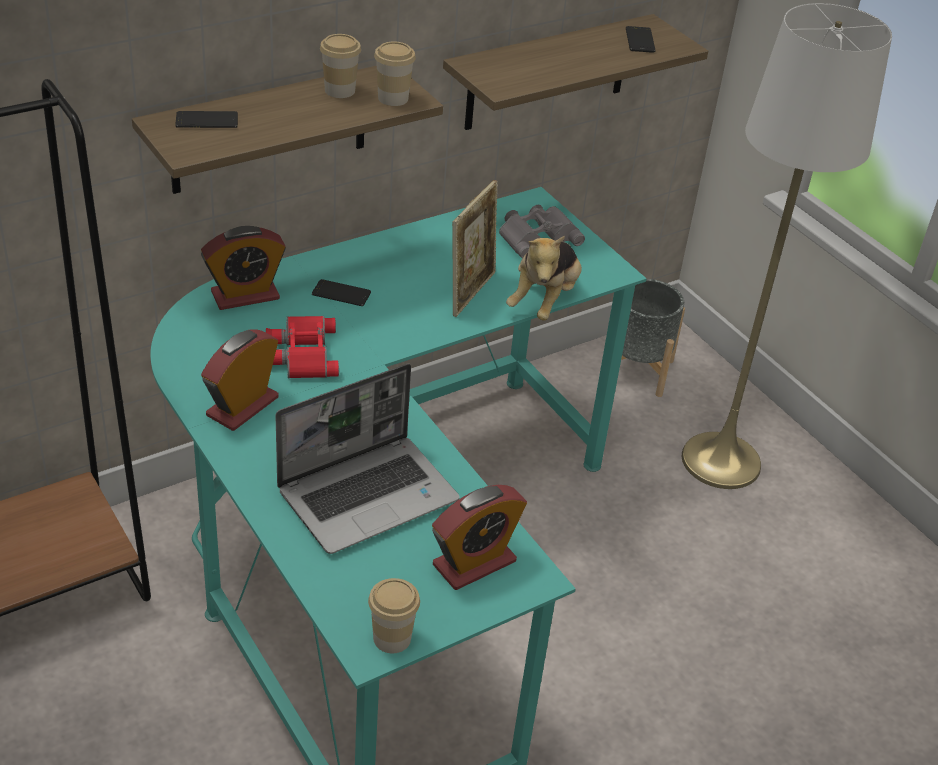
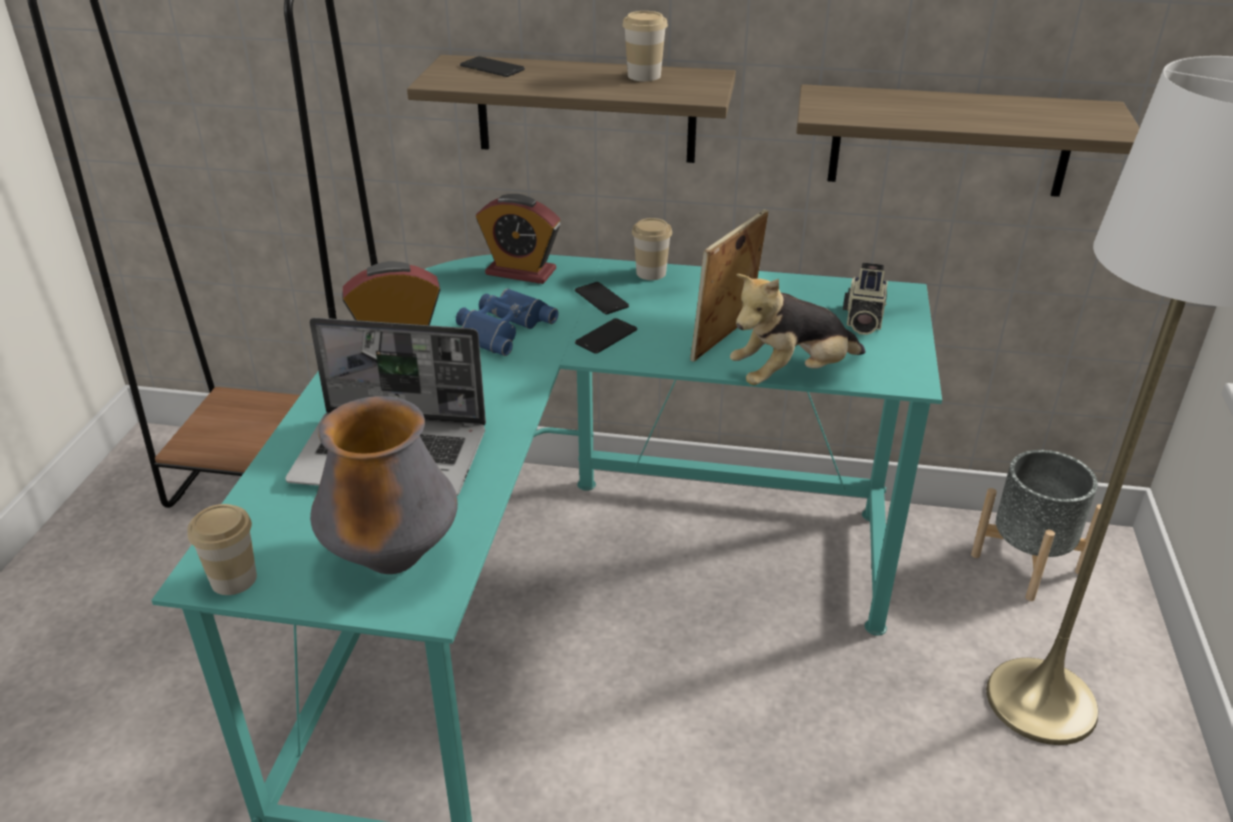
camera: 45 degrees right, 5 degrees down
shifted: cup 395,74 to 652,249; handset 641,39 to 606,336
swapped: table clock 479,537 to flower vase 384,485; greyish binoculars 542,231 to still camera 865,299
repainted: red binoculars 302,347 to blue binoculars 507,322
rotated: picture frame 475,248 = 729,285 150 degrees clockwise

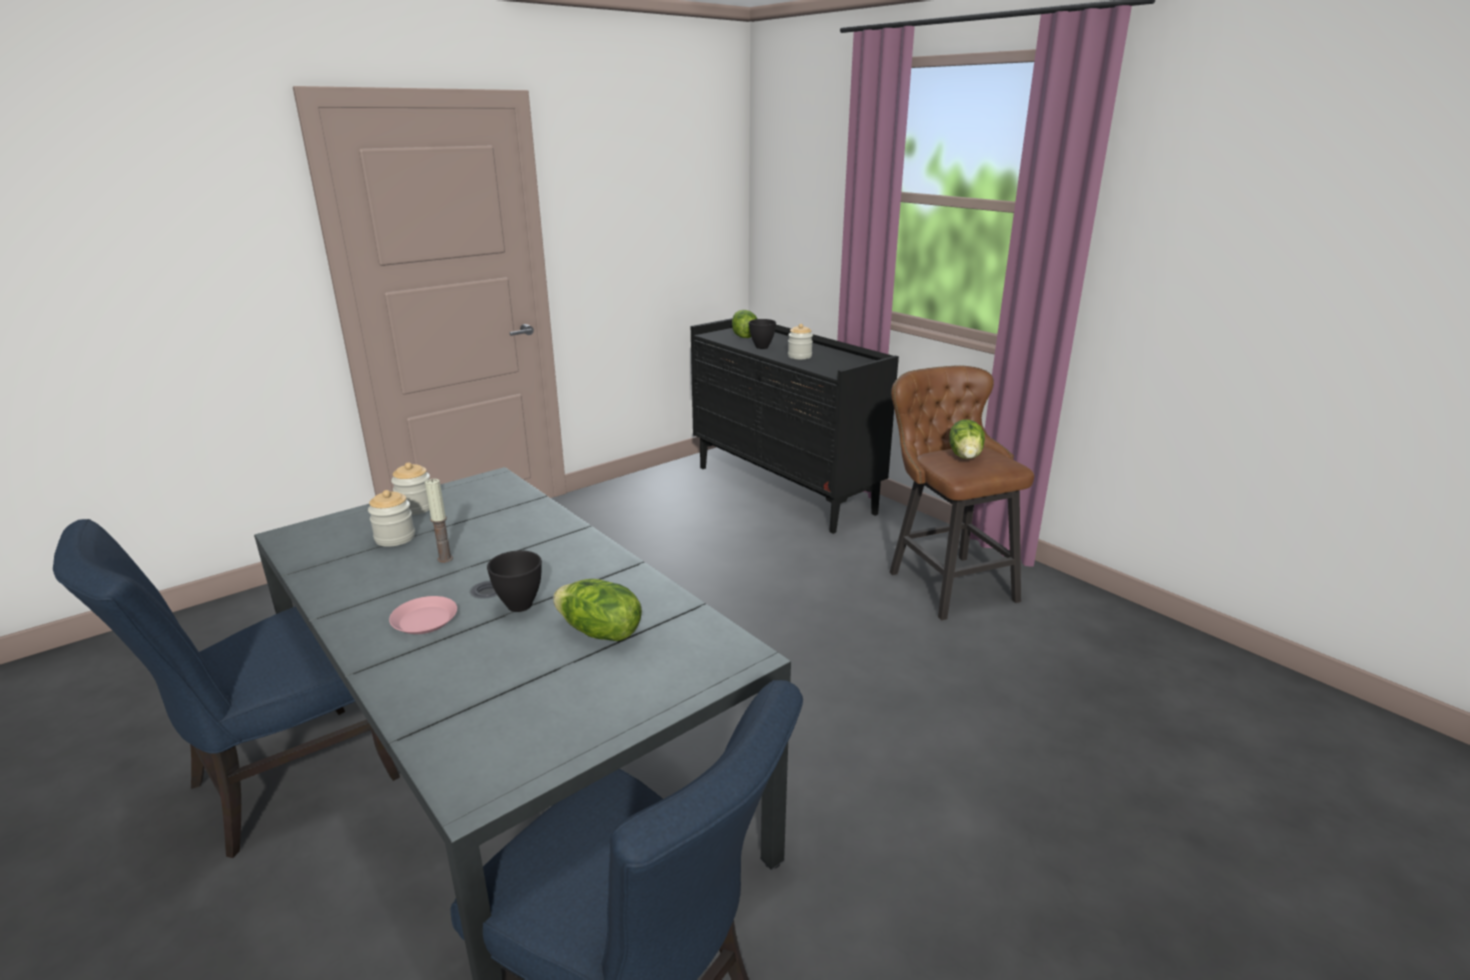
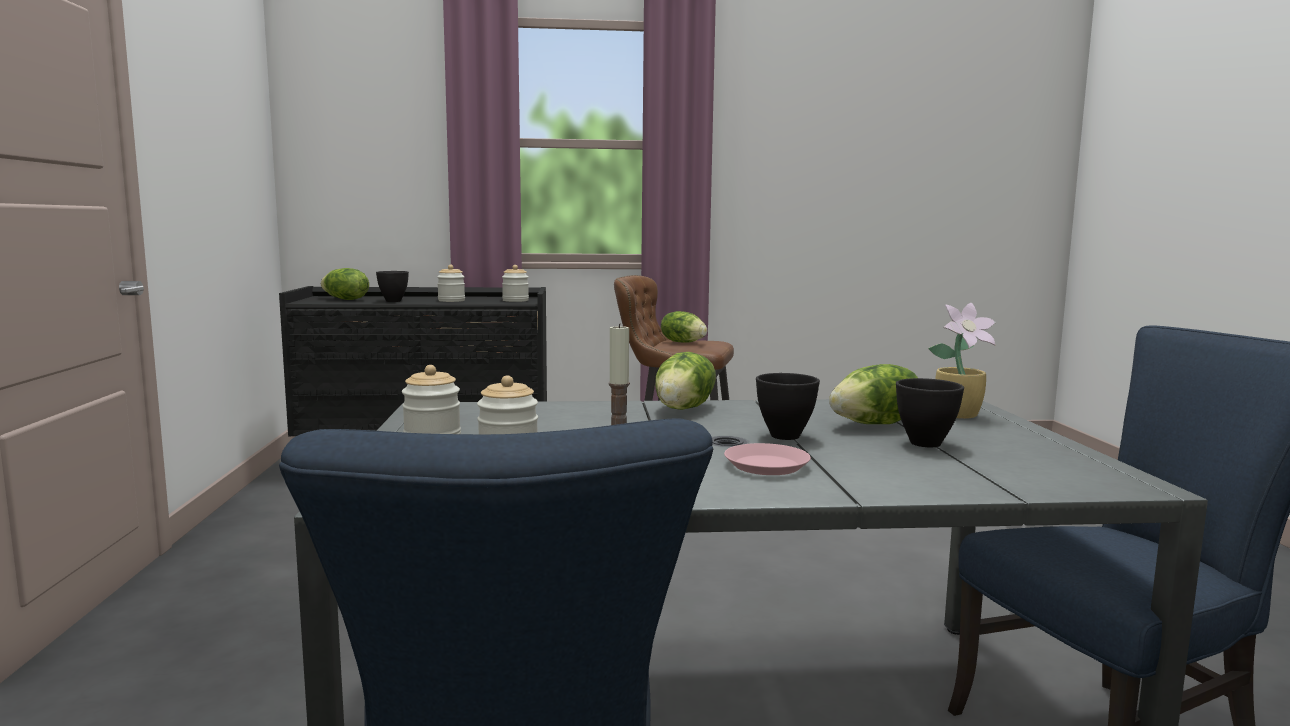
camera: 55 degrees left, 15 degrees down
new: jar 515,283; lettuce 685,381; black deep dish 930,412; plant in a pot 962,361

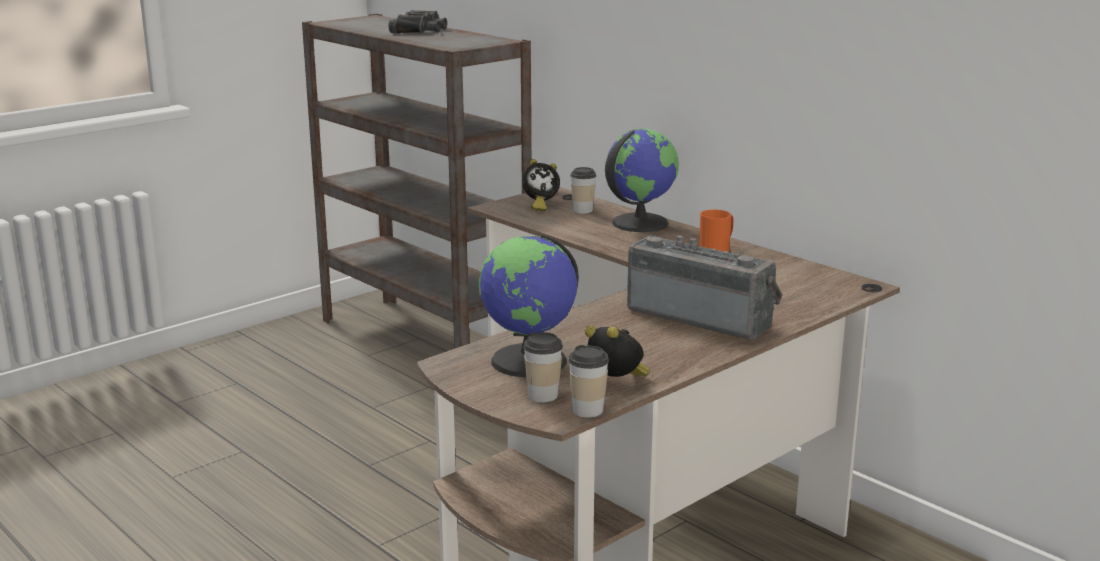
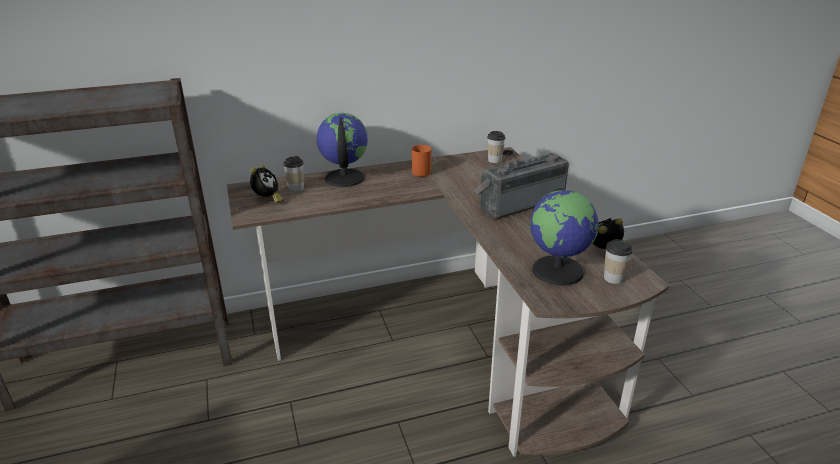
camera: 65 degrees left, 10 degrees up
gone: black binoculars 417,21
shifted: cup 588,381 to 496,147

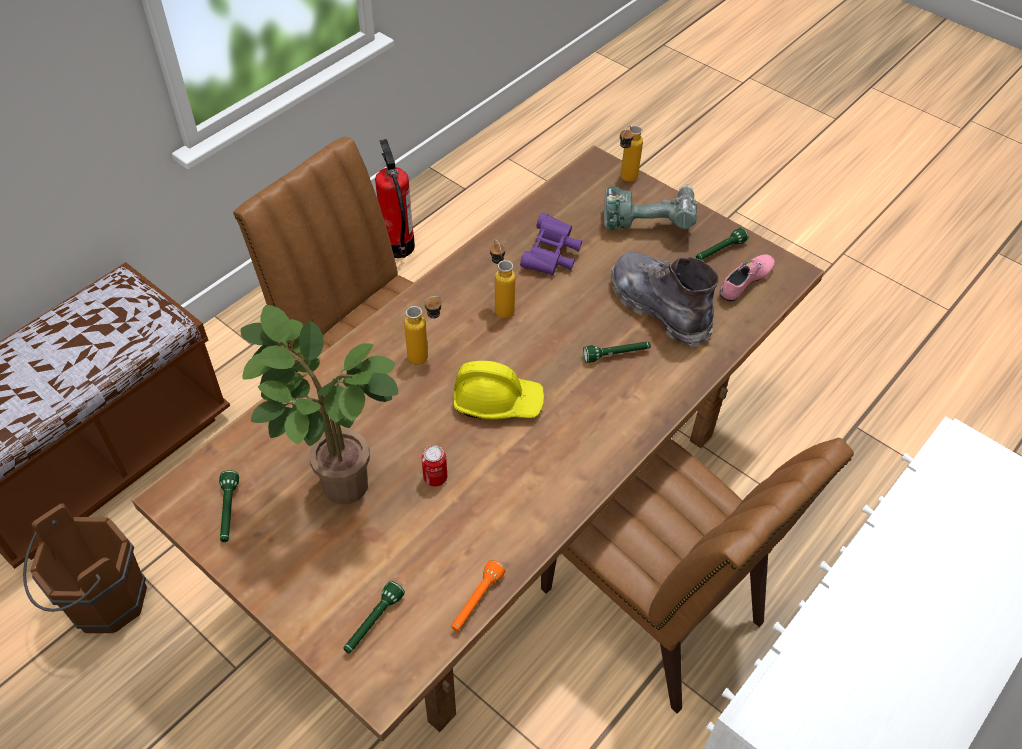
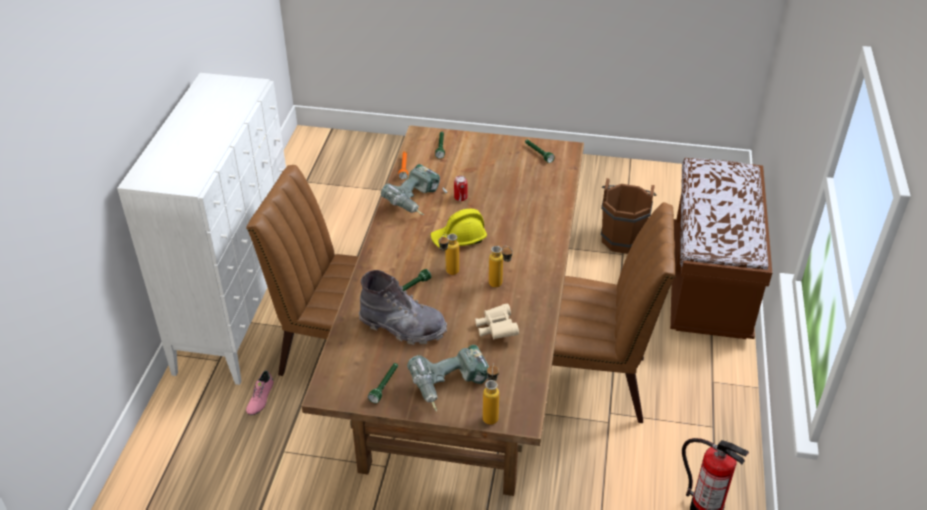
camera: 150 degrees right, 10 degrees down
gone: plant in a pot 319,405
new: drill 414,189
shifted: bottle 423,330 to 448,254; pink low shoe 747,278 to 259,392
repainted: purple-coloured binoculars 551,244 to beige-coloured binoculars 497,321

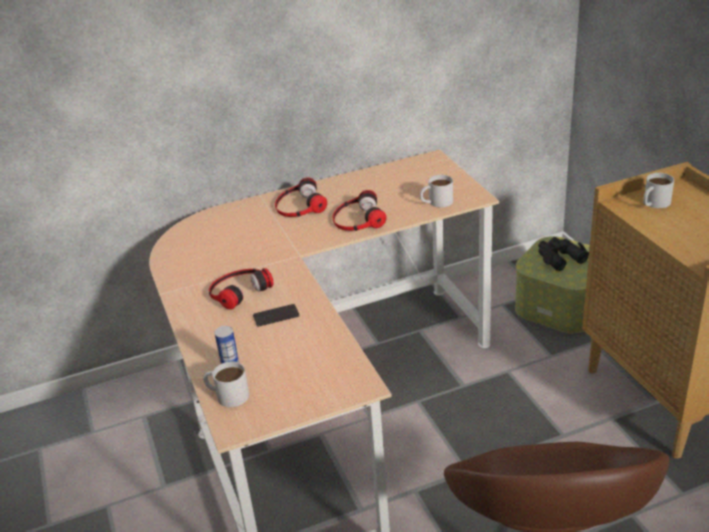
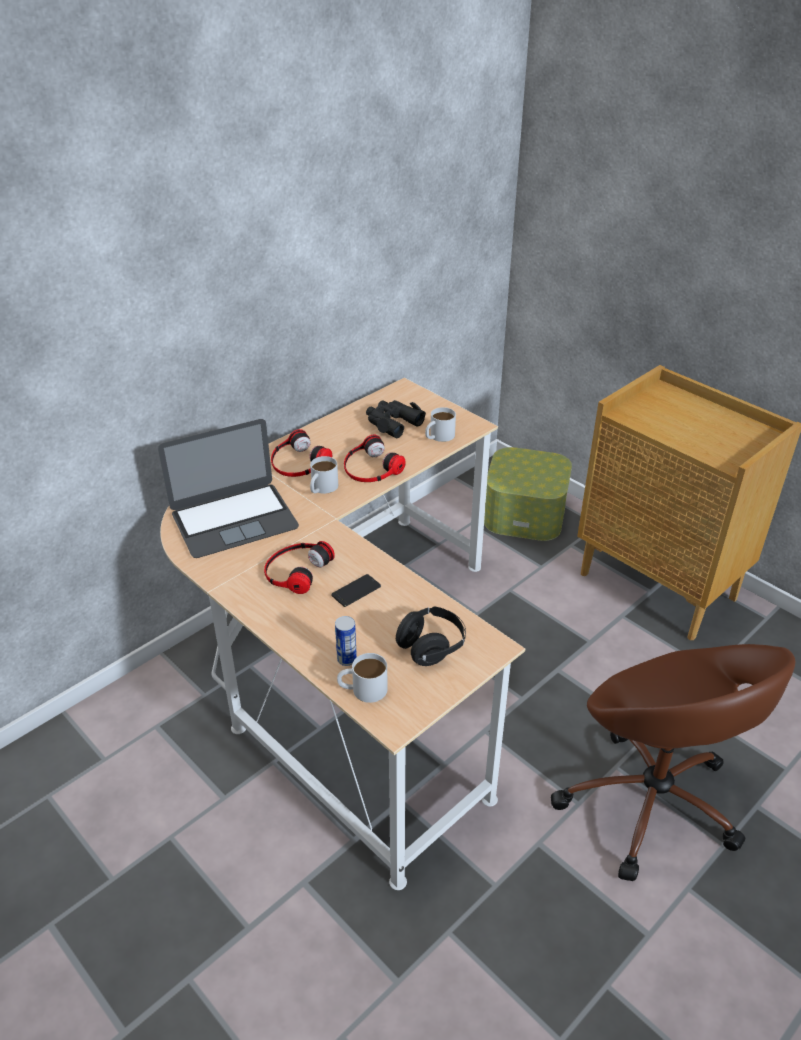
camera: 25 degrees left, 5 degrees up
new: portable computer 228,488; black headphones 431,636
shifted: black binoculars 563,254 to 396,419; white tea mug 658,190 to 324,475

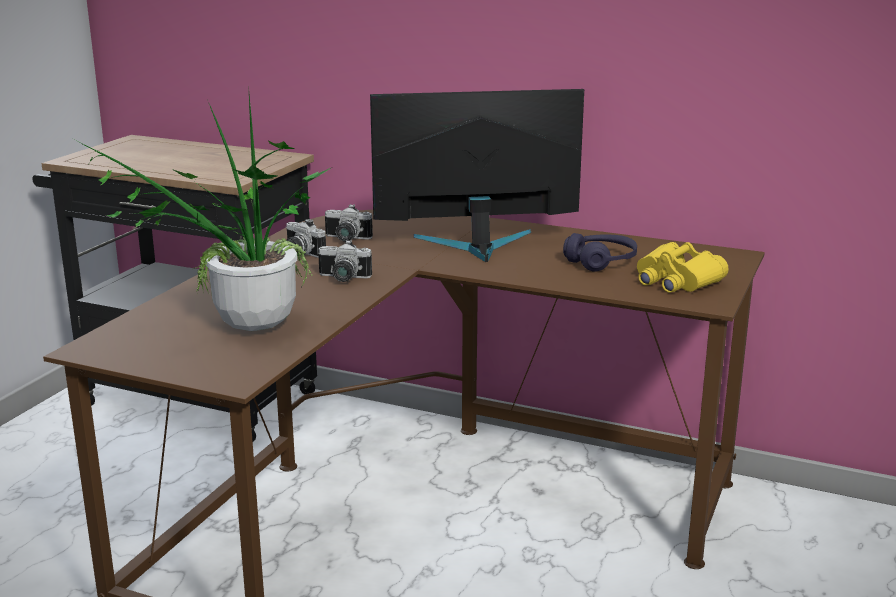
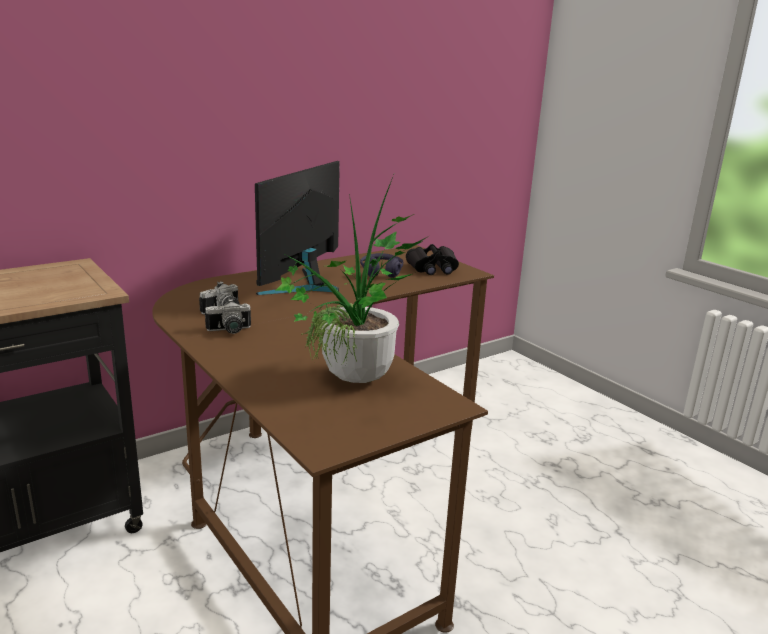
camera: 60 degrees left, 0 degrees up
gone: still camera 345,261
repainted: yellow binoculars 683,267 to black binoculars 432,259

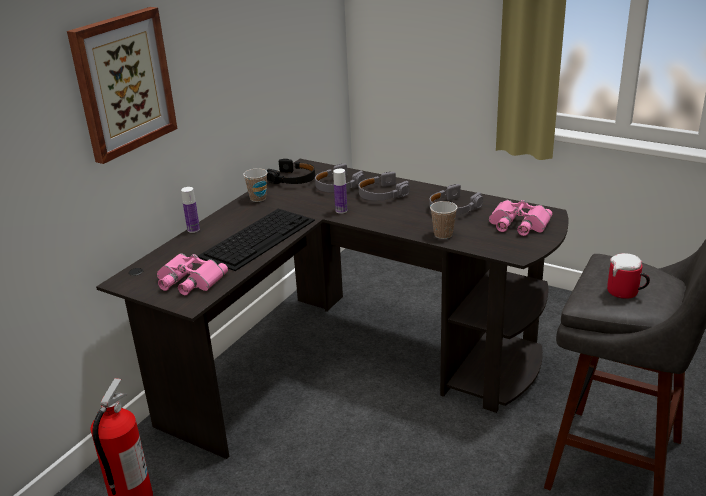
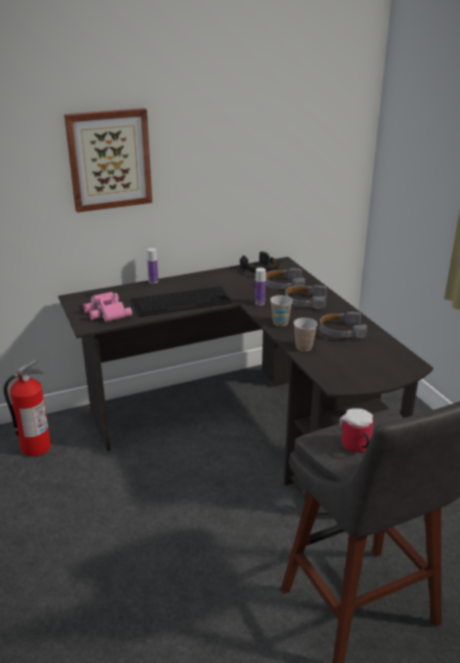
camera: 35 degrees right, 0 degrees up
gone: pink binoculars 520,218
shifted: cup 255,185 to 281,310

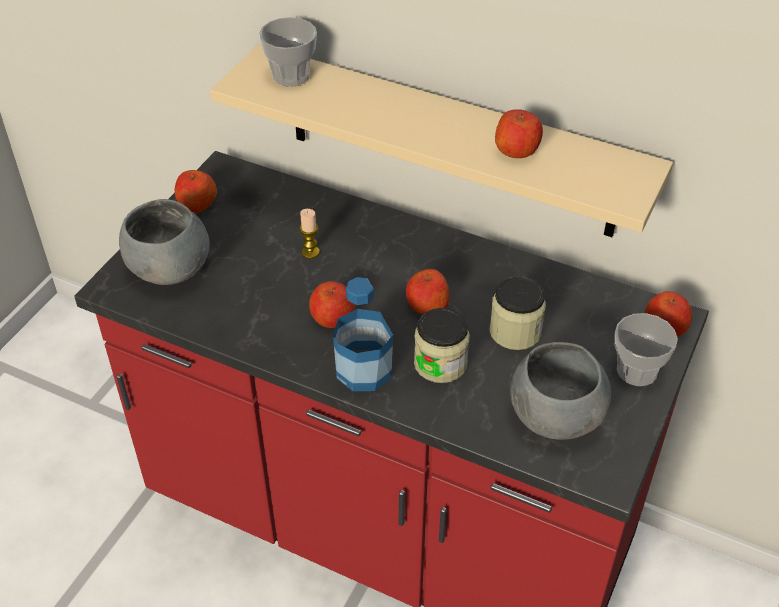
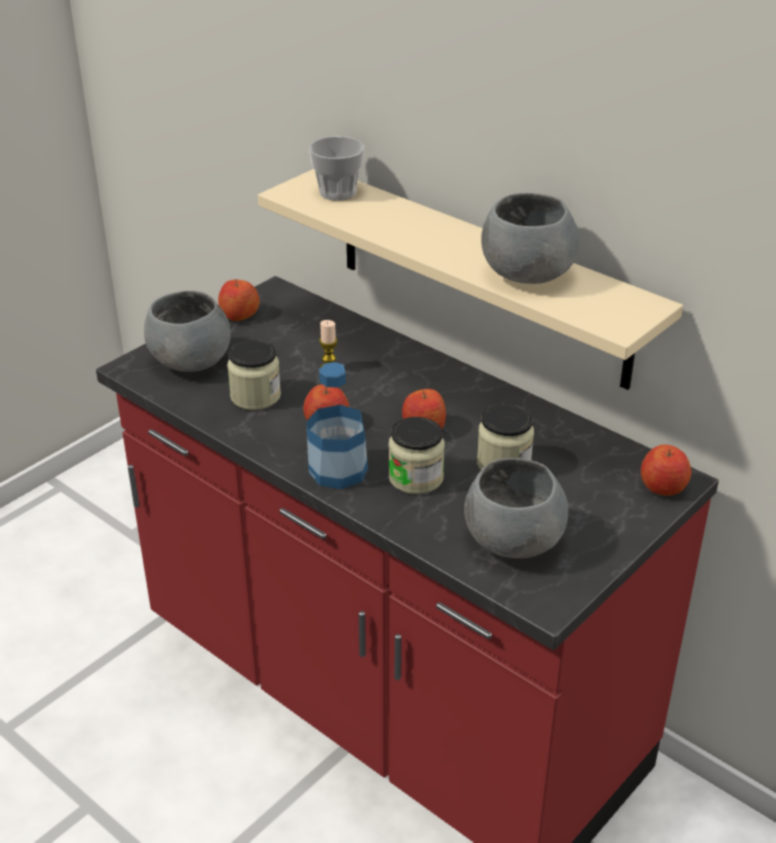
camera: 15 degrees right, 10 degrees down
gone: cup 646,349
new: jar 254,375
swapped: whole apple 519,133 to greyish deep dish 530,238

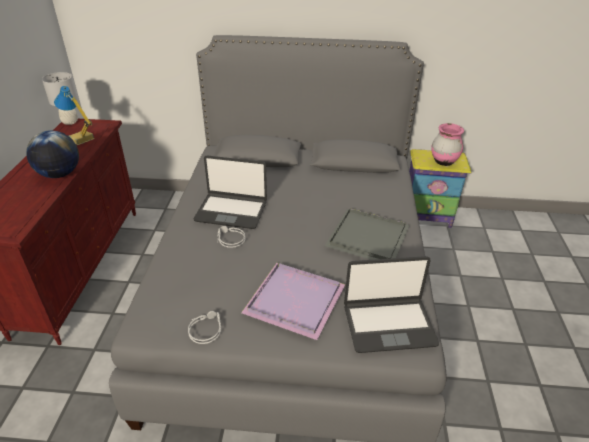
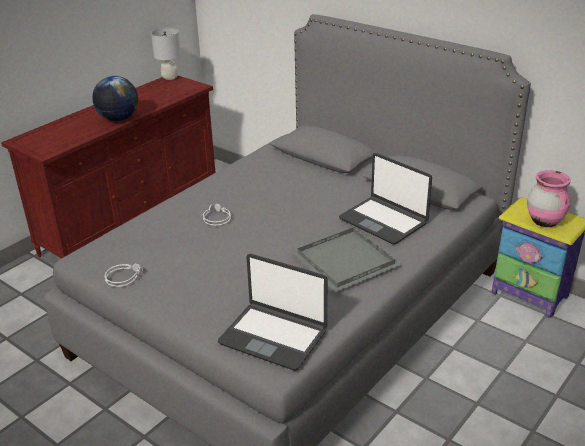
camera: 35 degrees right, 5 degrees down
gone: table lamp 74,115; purple-coloured serving tray 293,301
shifted: portable computer 230,192 to 385,198

